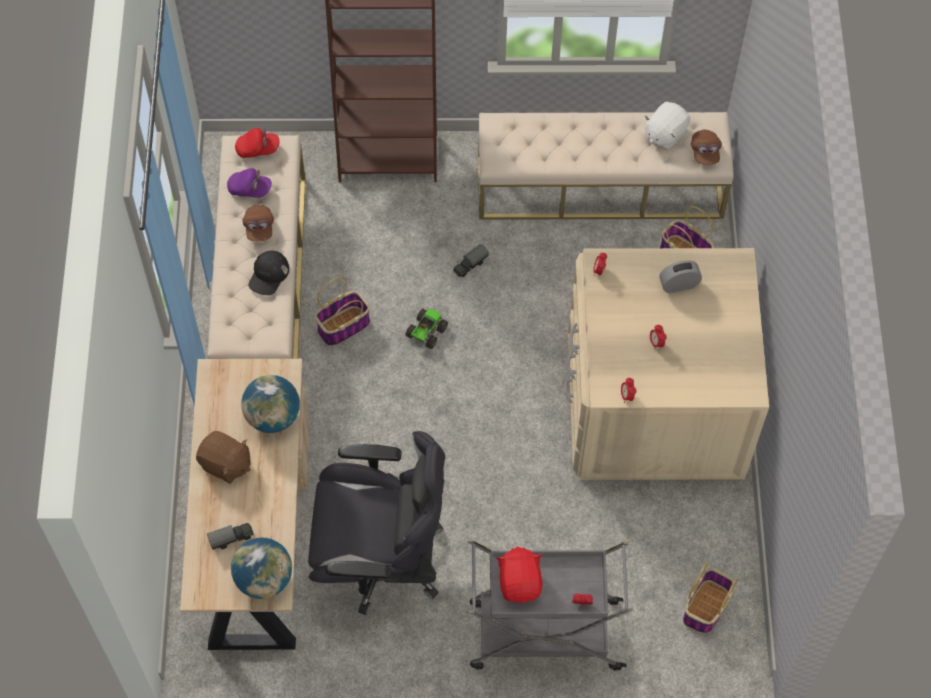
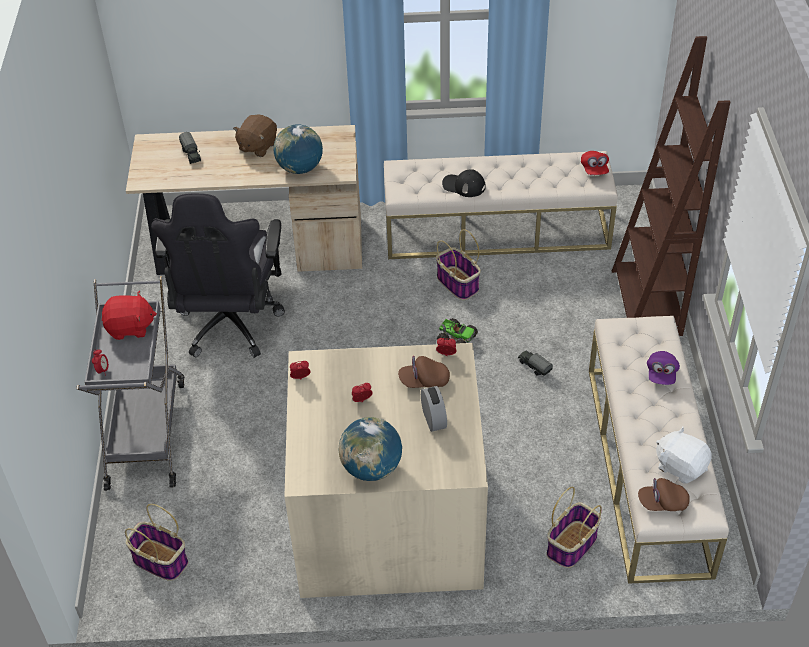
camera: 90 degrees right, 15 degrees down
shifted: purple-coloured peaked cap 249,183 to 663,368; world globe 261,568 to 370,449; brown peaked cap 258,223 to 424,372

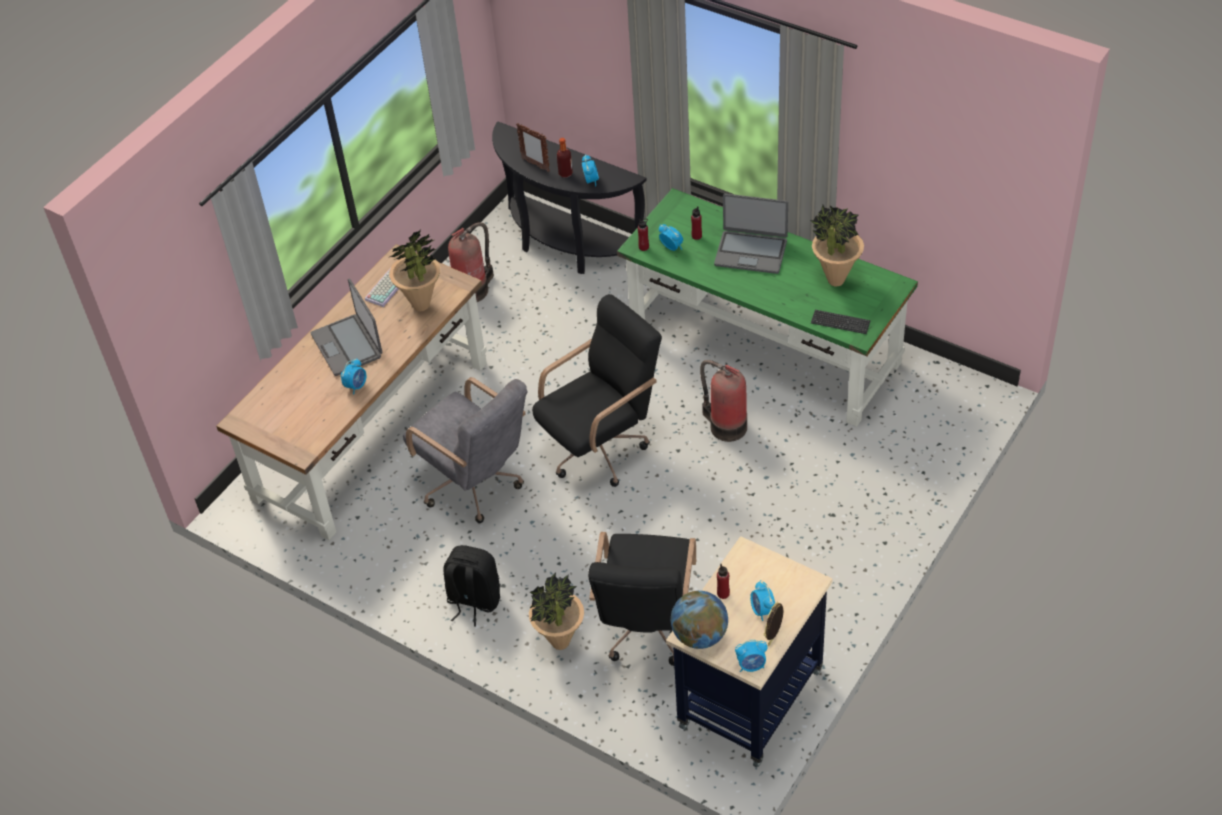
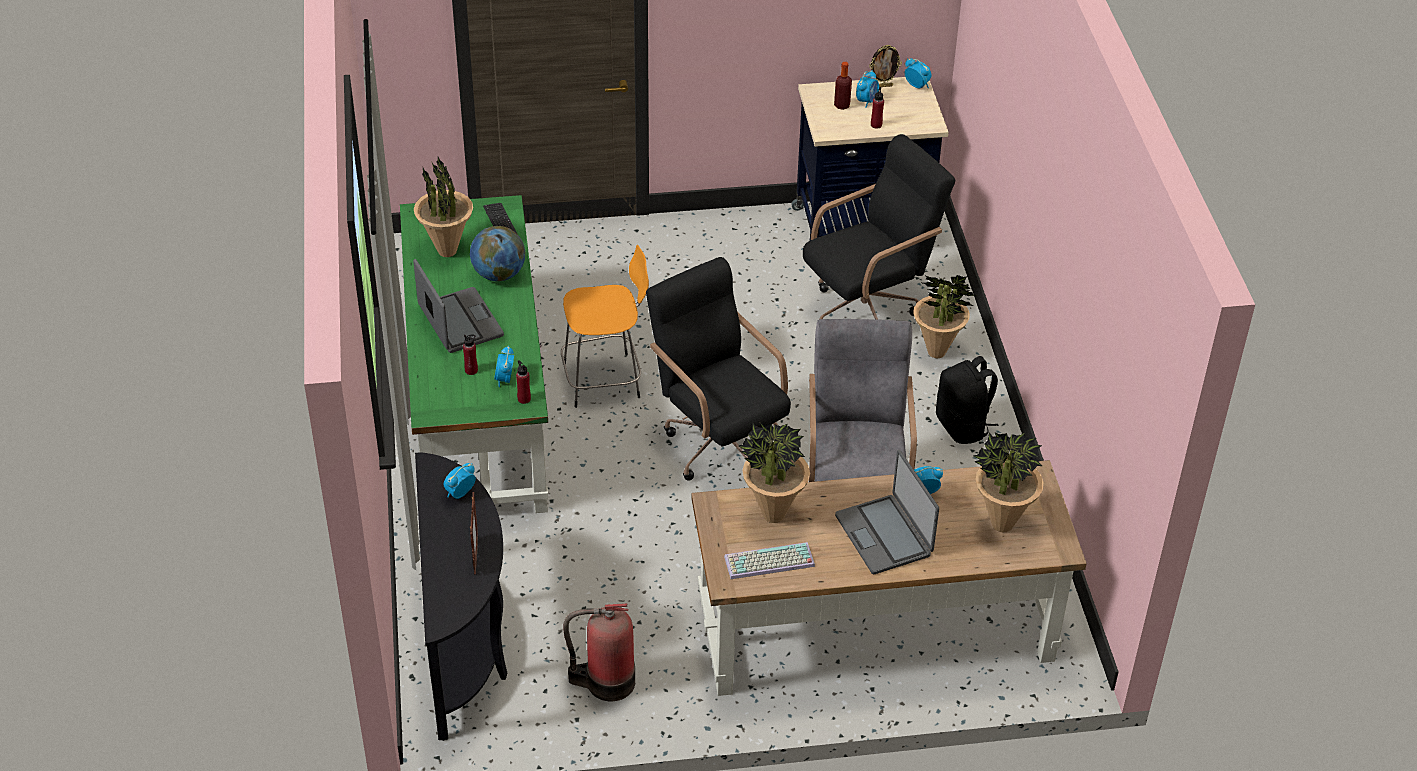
camera: 135 degrees left, 5 degrees down
new: plant in a pot 1008,482
shifted: bottle 565,158 to 843,86; world globe 699,620 to 497,253
swapped: fire extinguisher 723,401 to orange stool seat 605,326
rotated: portable computer 346,327 = 887,512 135 degrees clockwise; black office chair 597,390 = 718,369 45 degrees clockwise

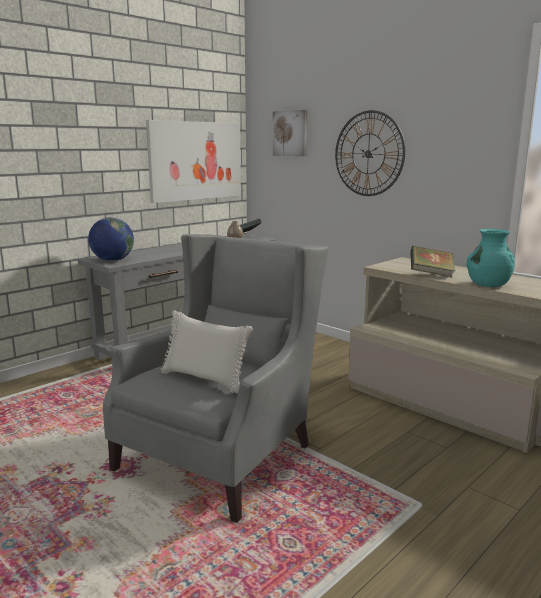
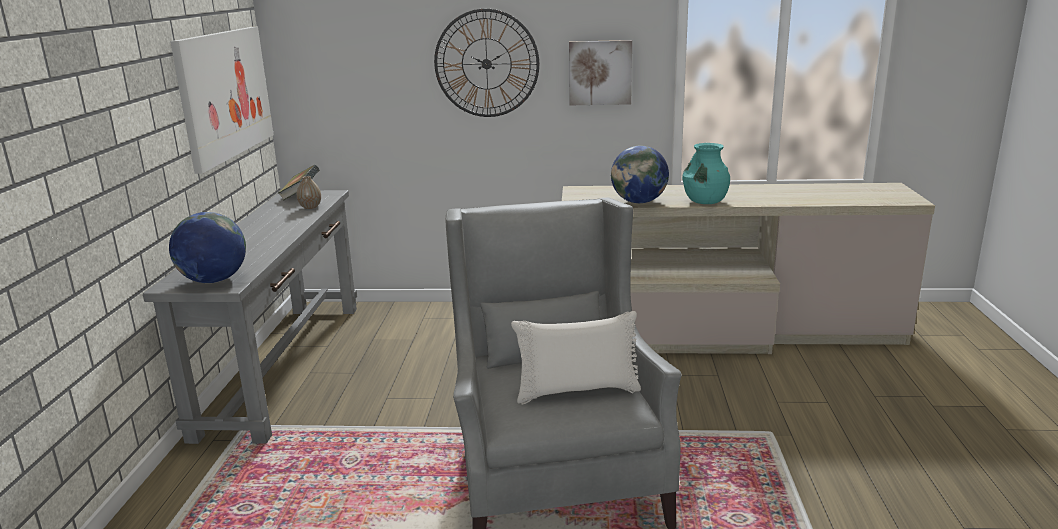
camera: 40 degrees left, 5 degrees up
shifted: picture 290,133 to 600,72
swapped: volume 432,261 to world globe 640,174

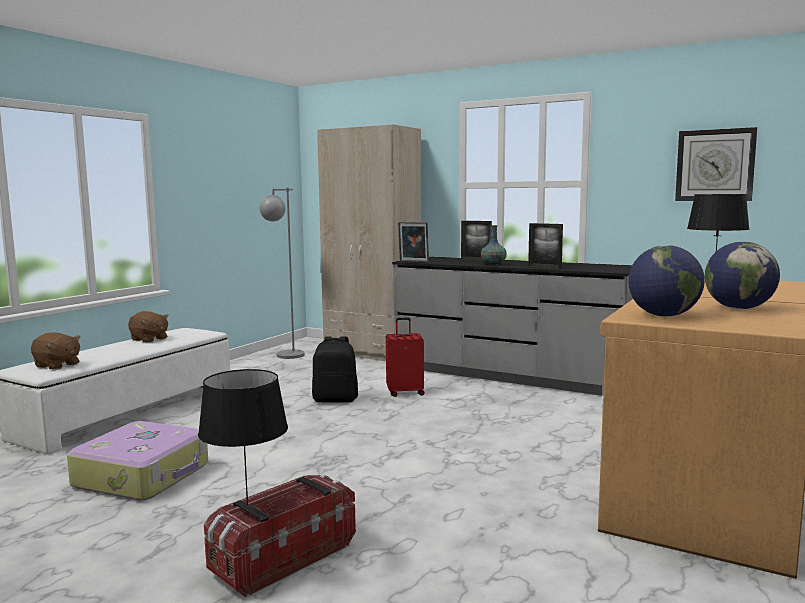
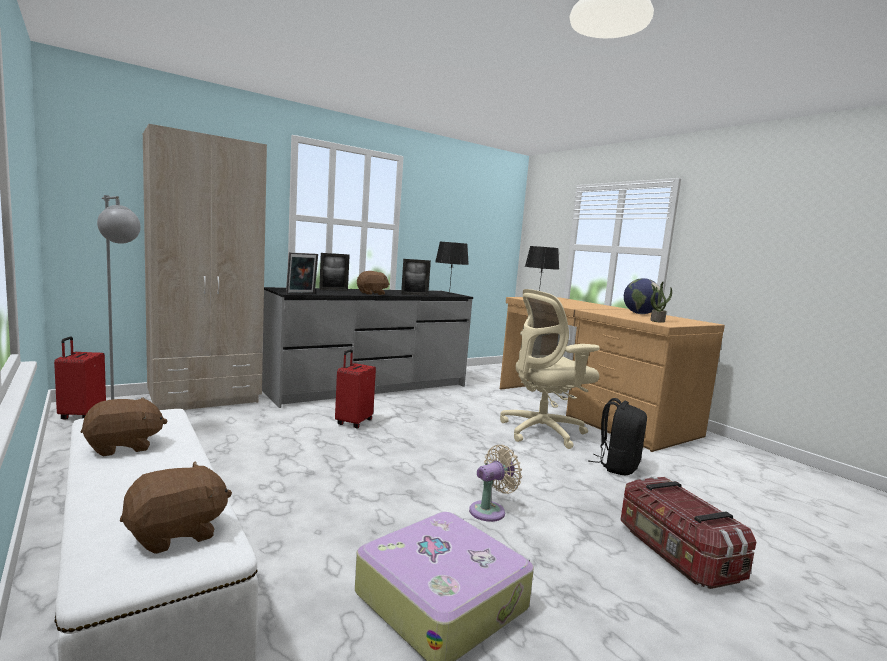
camera: 65 degrees left, 0 degrees up
gone: wall clock 716,164
new: red suitcase 80,378; beige-coloured cooling fan 495,483; beige-coloured office chair 550,369
shifted: black table lamp 243,437 to 452,268; black backpack 335,369 to 617,436
swapped: flower vase 494,245 to brown cuddly toy 373,283; world globe 666,281 to plant in a pot 661,302

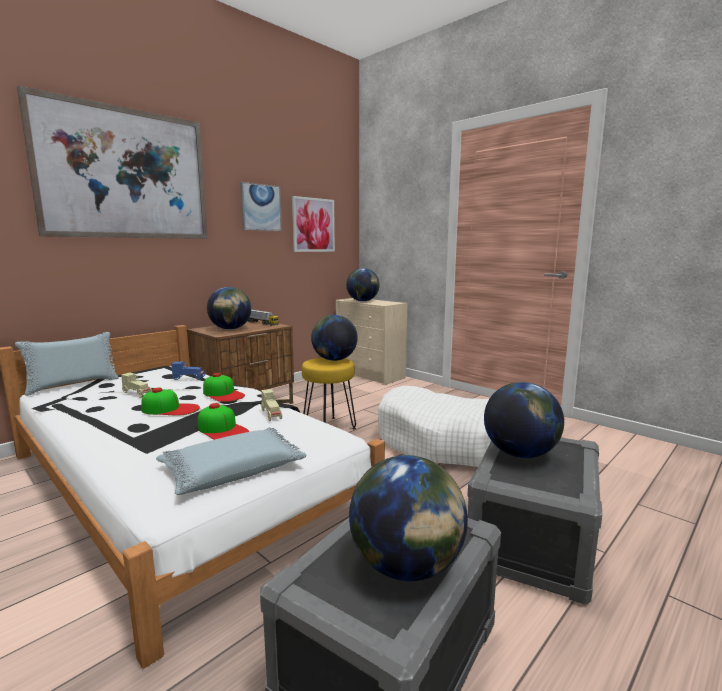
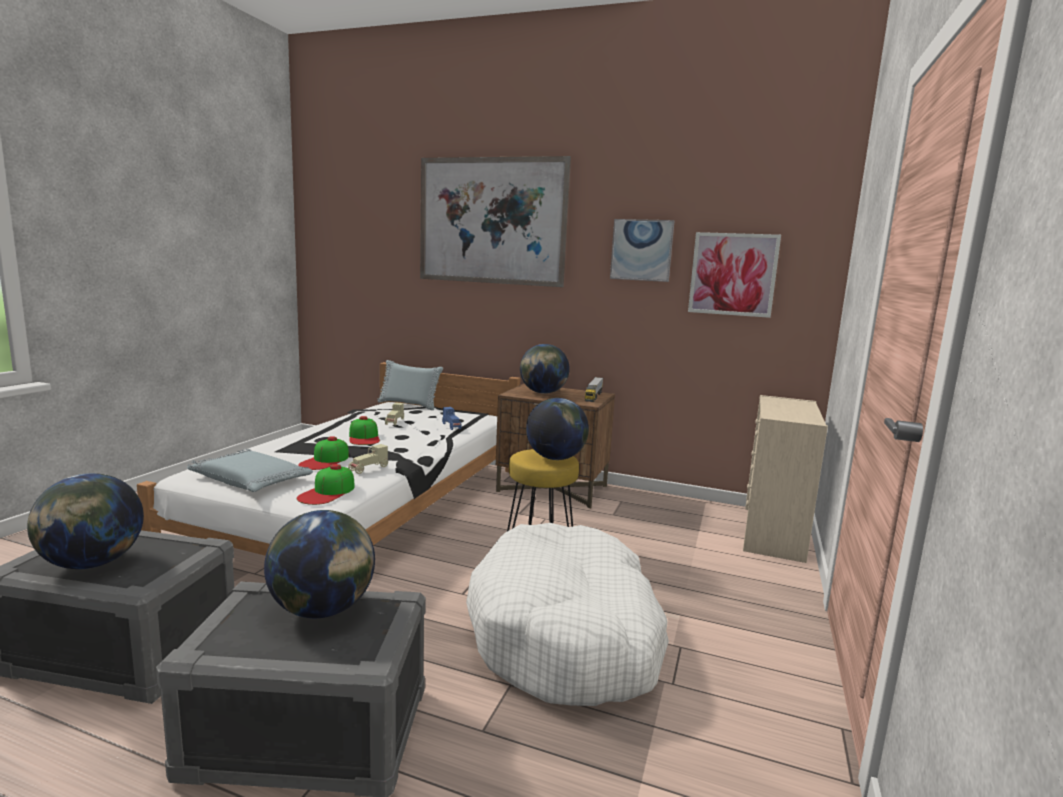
camera: 65 degrees right, 0 degrees up
gone: world globe 363,285
shifted: peaked cap 224,387 to 326,484

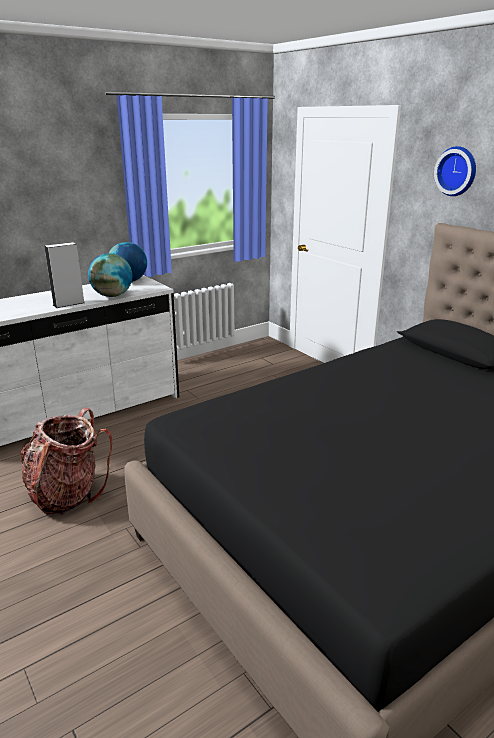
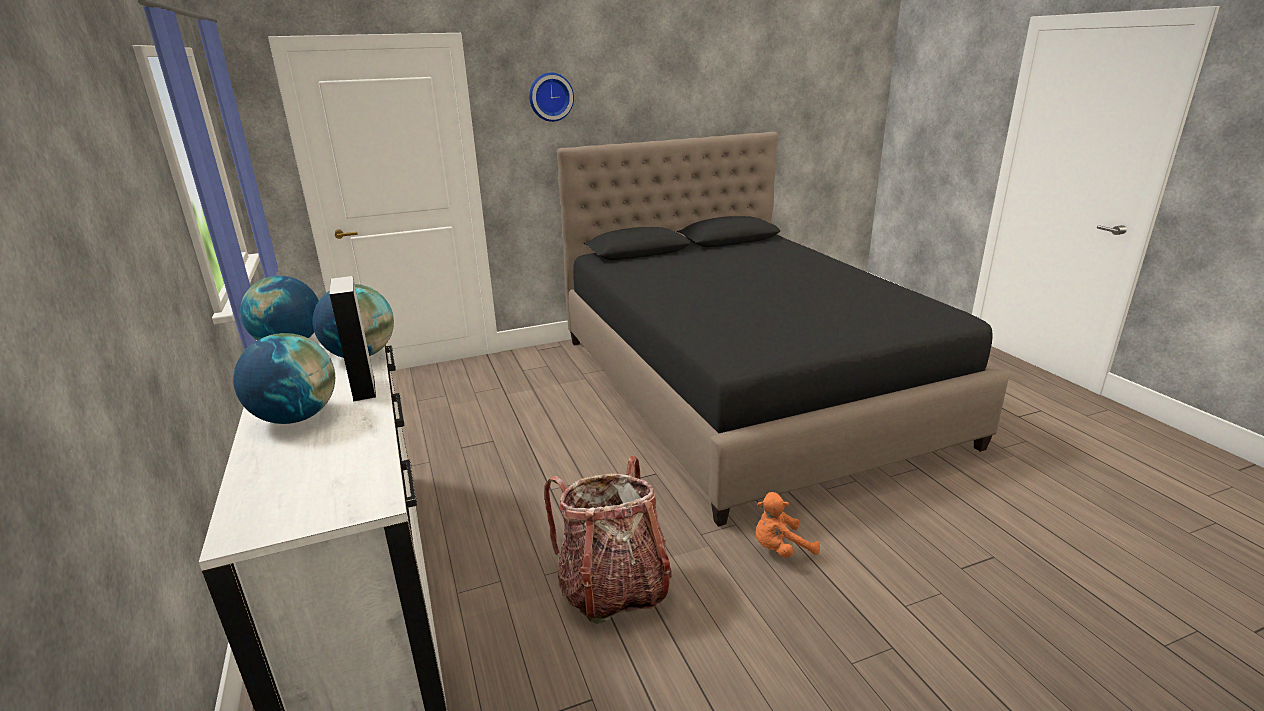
camera: 75 degrees left, 0 degrees up
new: world globe 284,378; orange cuddly toy 787,525

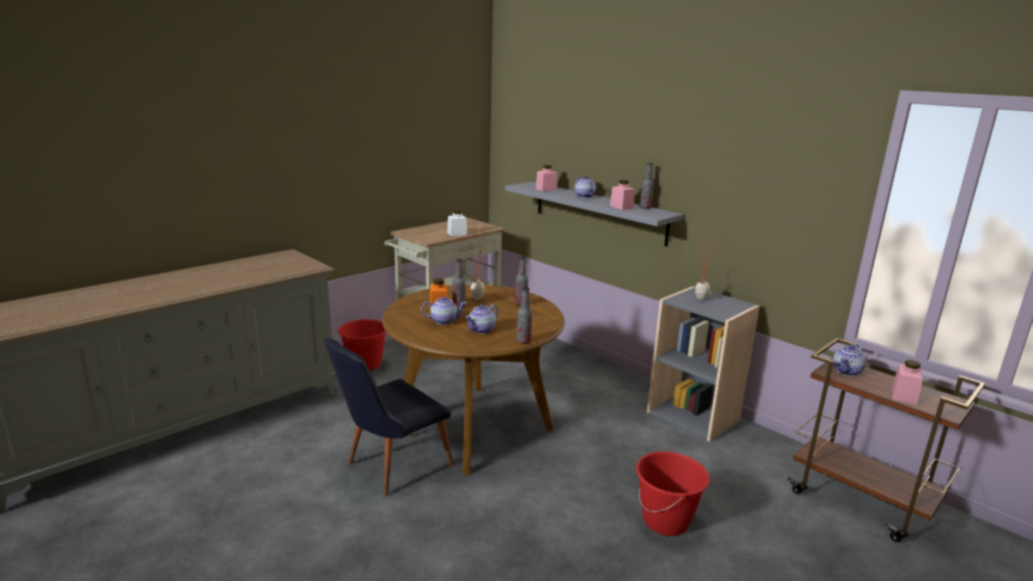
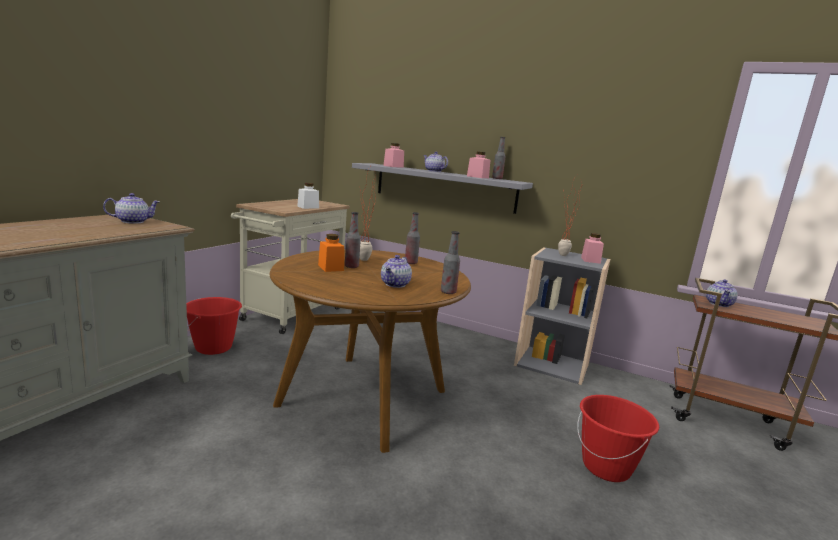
camera: 20 degrees left, 5 degrees down
gone: black chair 388,416
shifted: pot for tea 444,310 to 131,208; pink jar 907,382 to 592,248

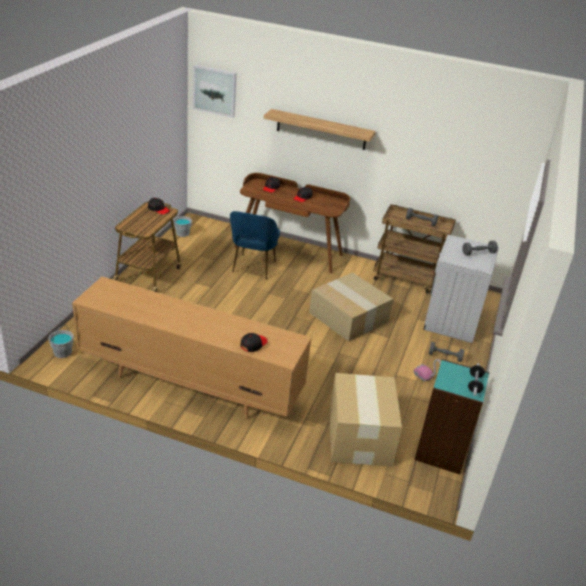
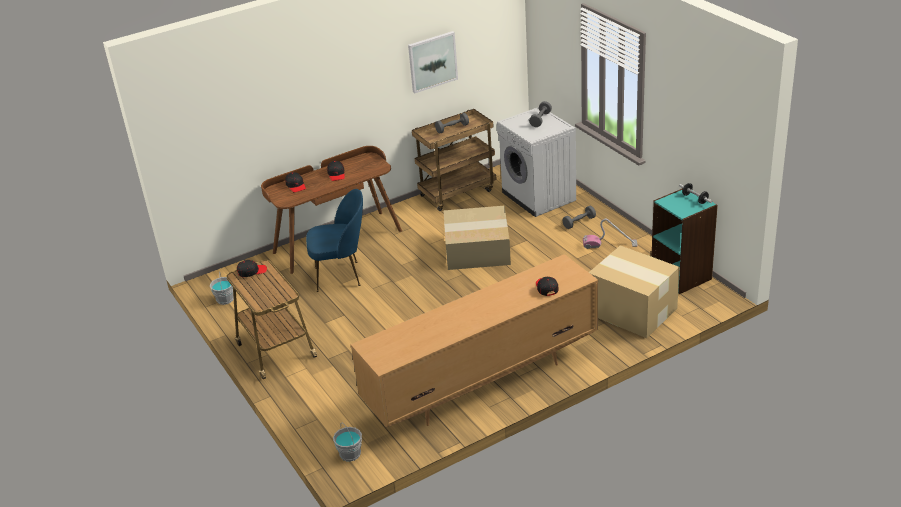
camera: 45 degrees left, 0 degrees up
gone: wall shelf 320,129
shifted: picture 214,91 to 433,62
rotated: blue chair 255,245 = 334,240 60 degrees counterclockwise

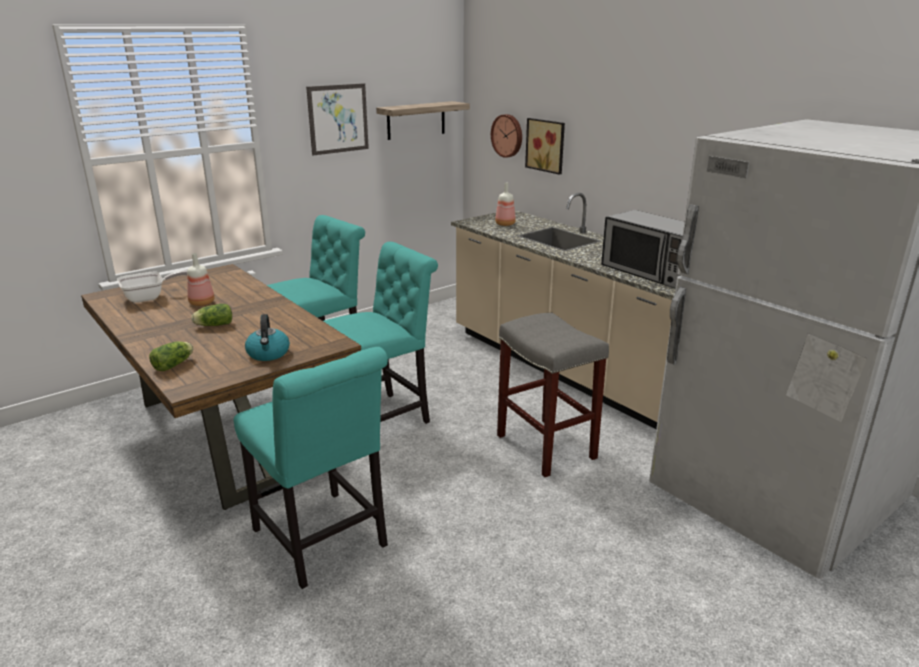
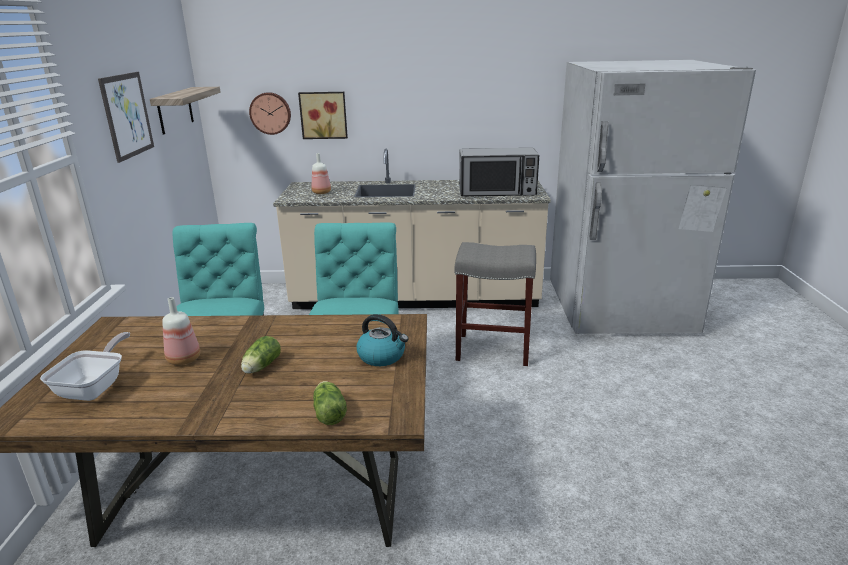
camera: 50 degrees left, 0 degrees up
gone: turquoise-coloured chair 311,468

